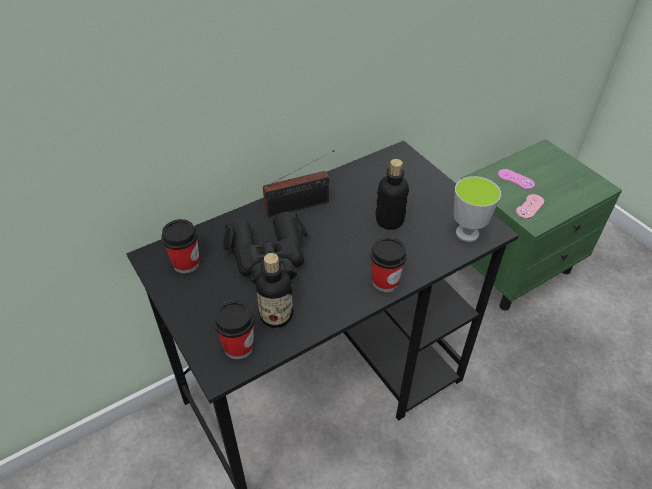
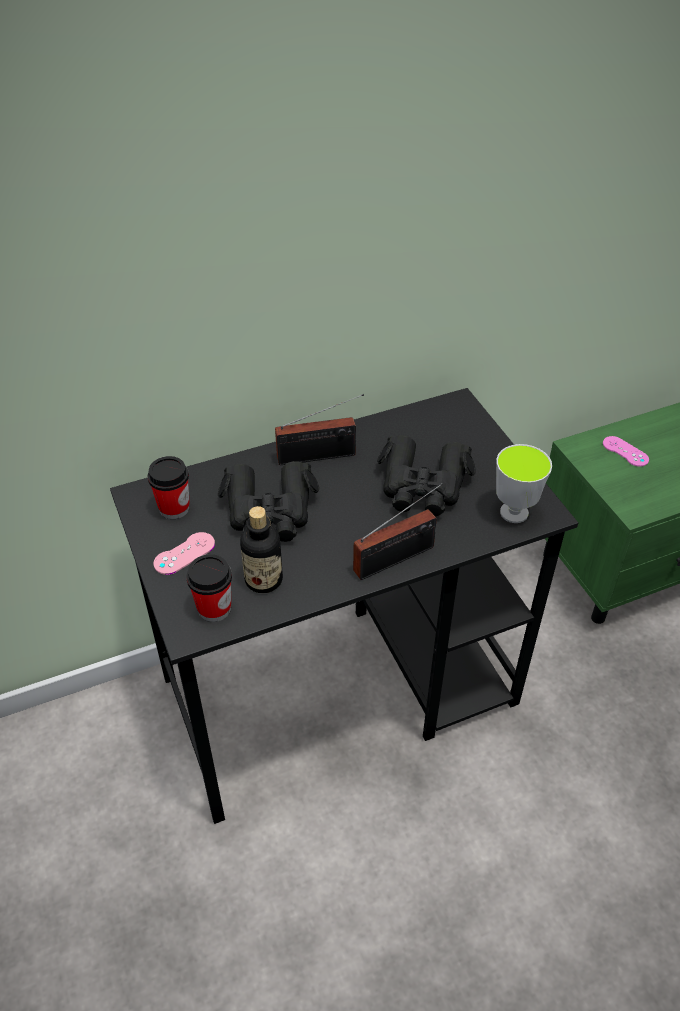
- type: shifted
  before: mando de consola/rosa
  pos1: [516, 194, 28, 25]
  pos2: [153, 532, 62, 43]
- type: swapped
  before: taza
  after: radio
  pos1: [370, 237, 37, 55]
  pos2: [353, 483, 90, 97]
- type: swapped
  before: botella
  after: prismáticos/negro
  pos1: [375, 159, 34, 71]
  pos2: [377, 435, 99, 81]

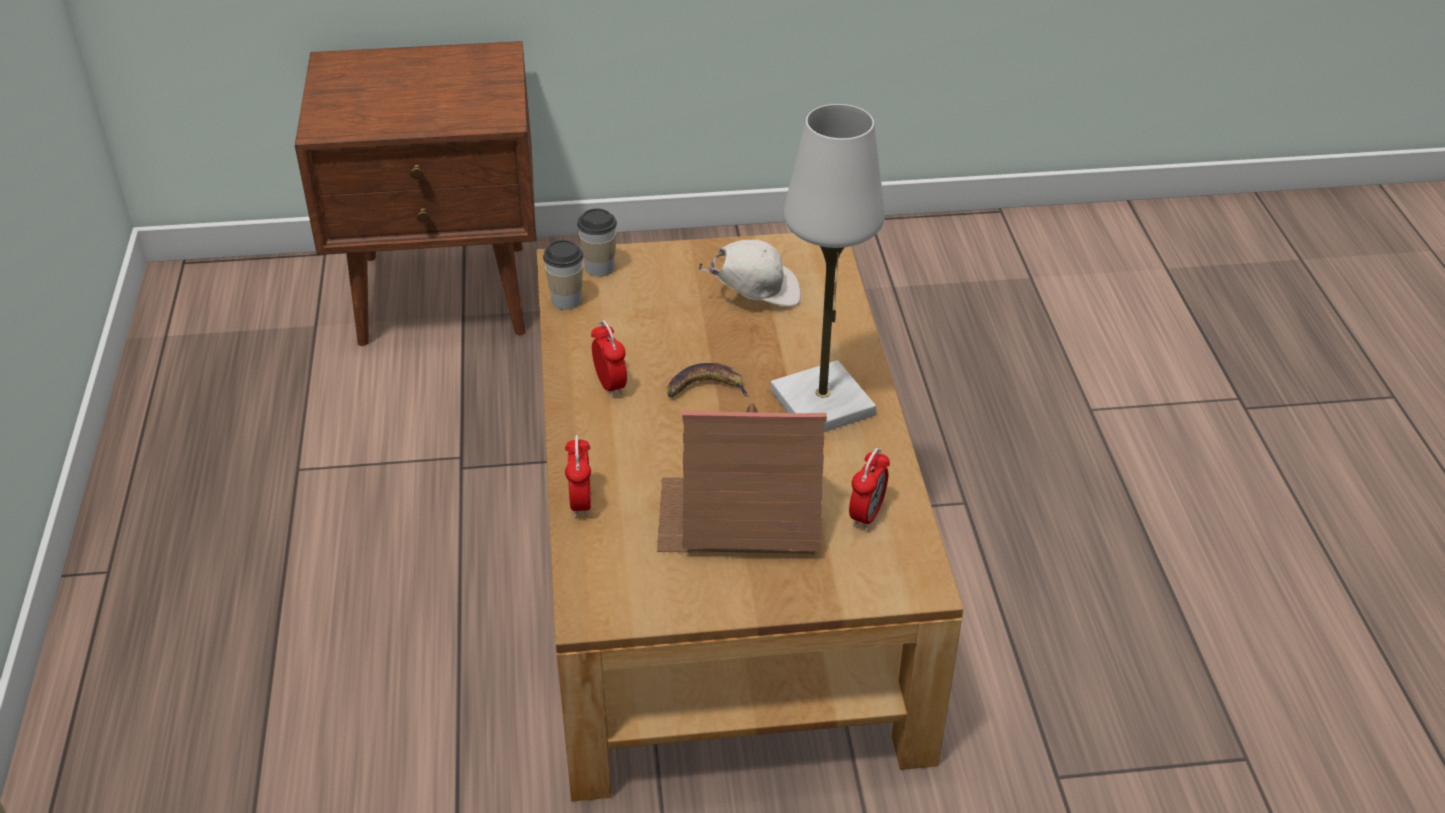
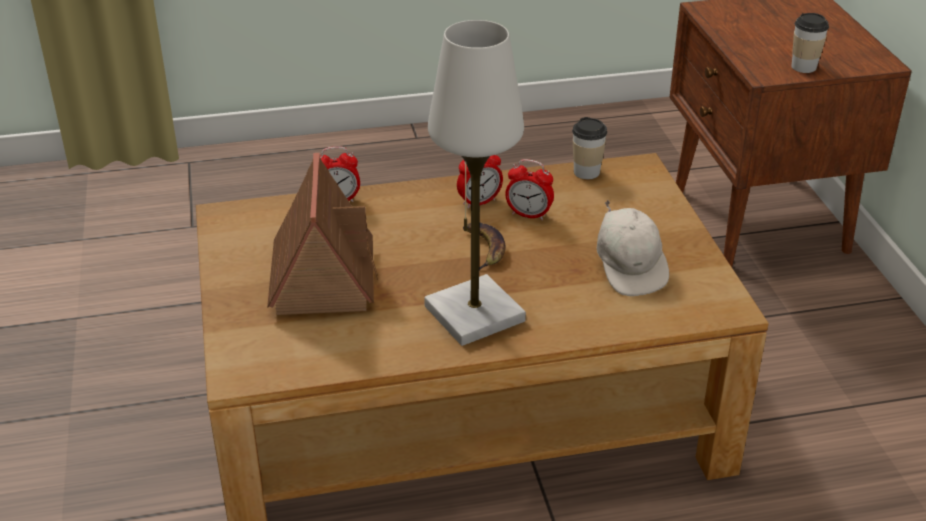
- type: shifted
  before: despertador
  pos1: [849, 448, 41, 82]
  pos2: [505, 159, 49, 61]
- type: shifted
  before: taza
  pos1: [577, 208, 40, 69]
  pos2: [792, 13, 37, 60]

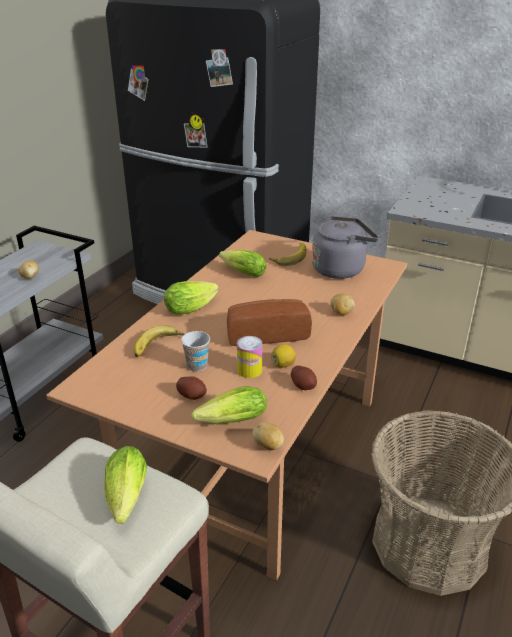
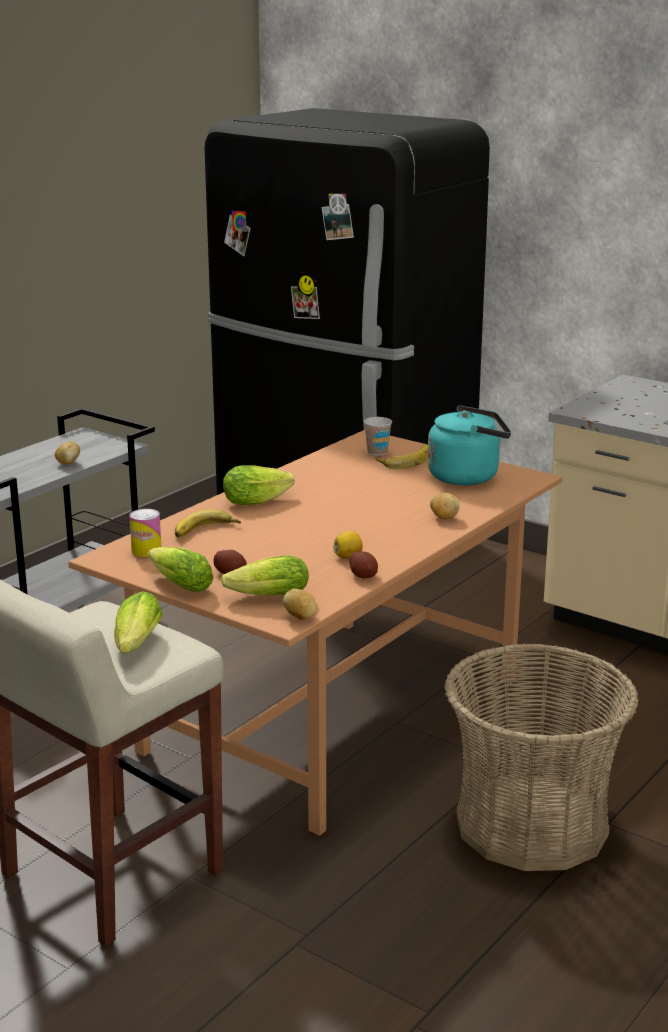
- type: shifted
  before: lata
  pos1: [237, 336, 25, 42]
  pos2: [129, 509, 32, 48]
- type: shifted
  before: lechuga
  pos1: [219, 250, 47, 27]
  pos2: [148, 547, 66, 45]
- type: shifted
  before: taza
  pos1: [181, 331, 29, 41]
  pos2: [364, 417, 28, 39]
- type: repainted
  before: hervidor/gris
  after: hervidor/turquesa
  pos1: [312, 216, 67, 63]
  pos2: [428, 405, 83, 81]
- type: gone
  before: pan
  pos1: [227, 299, 85, 47]

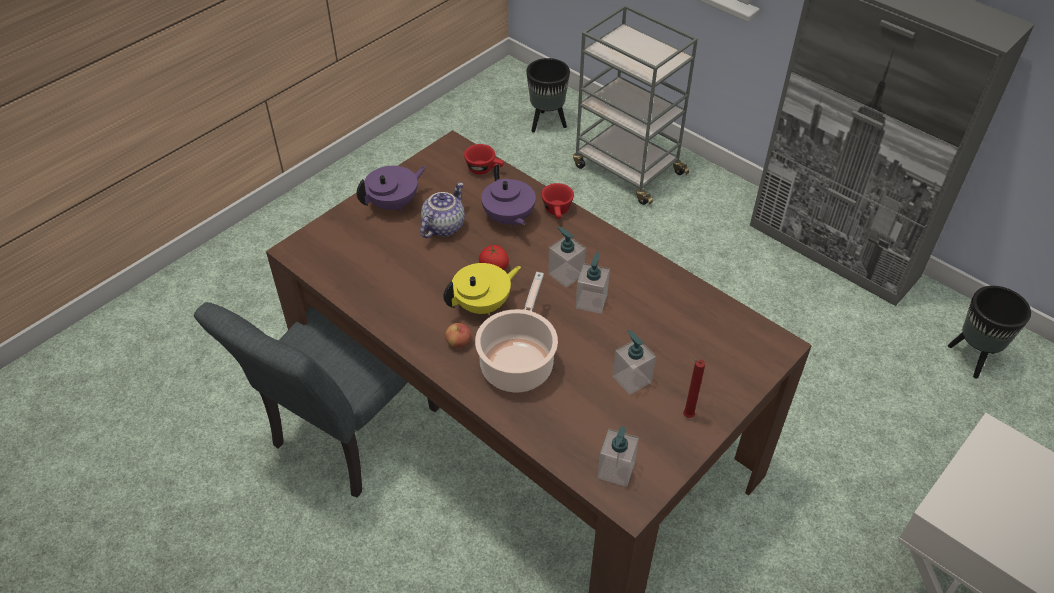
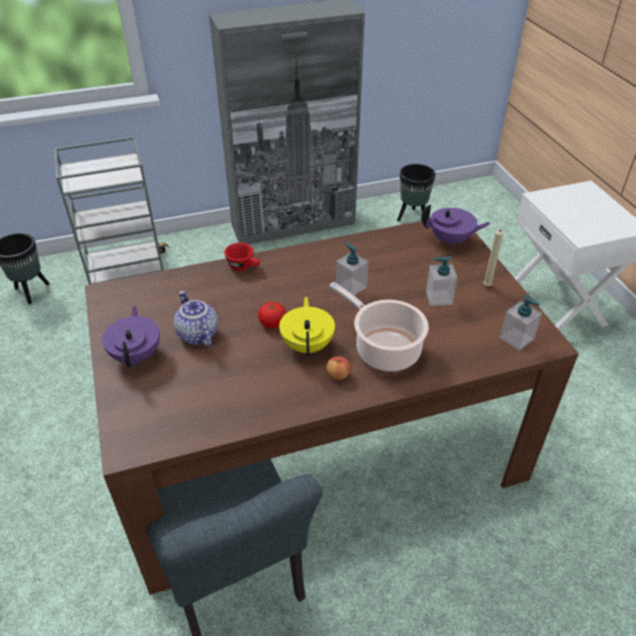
- type: shifted
  before: tetera/morado
  pos1: [481, 164, 55, 63]
  pos2: [421, 204, 70, 43]
- type: repainted
  before: vela/rojo
  after: vela/beis
  pos1: [683, 358, 22, 60]
  pos2: [483, 230, 20, 56]
- type: gone
  before: taza/rojo
  pos1: [464, 144, 40, 31]
- type: gone
  before: dispensador de jabón
  pos1: [548, 227, 38, 60]

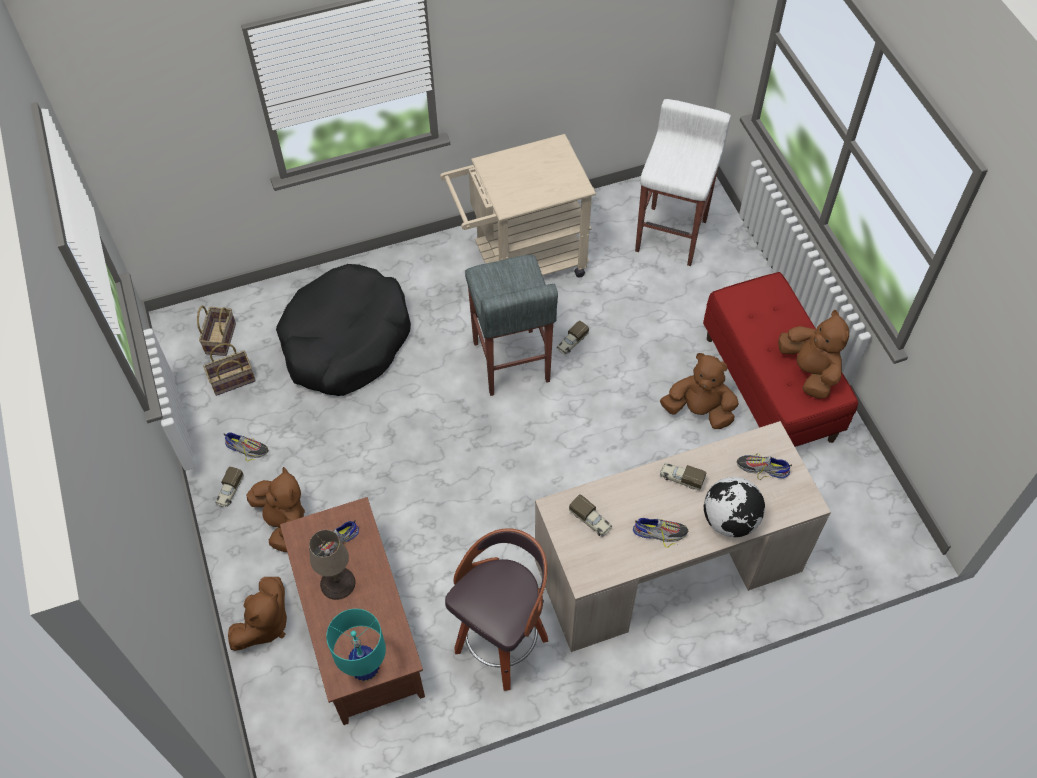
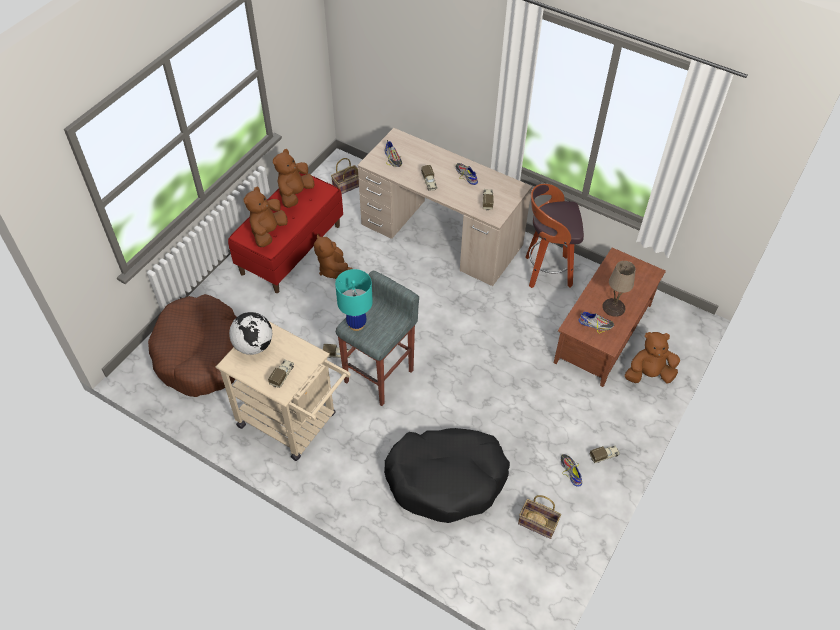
- type: swapped
  before: taburete/blanco
  after: cama para perro/marrón
  pos1: [635, 99, 96, 167]
  pos2: [148, 294, 89, 103]
- type: shifted
  before: globo terráqueo
  pos1: [704, 477, 61, 60]
  pos2: [229, 312, 43, 43]
- type: shifted
  before: peluche/marrón
  pos1: [246, 467, 59, 85]
  pos2: [244, 187, 44, 60]
- type: new
  after: camión de juguete
  pos2: [268, 359, 26, 29]
- type: shifted
  before: cesta
  pos1: [197, 306, 39, 50]
  pos2: [331, 158, 28, 36]
- type: shifted
  before: lámpara de mesa/turquesa
  pos1: [326, 609, 60, 72]
  pos2: [335, 269, 38, 62]

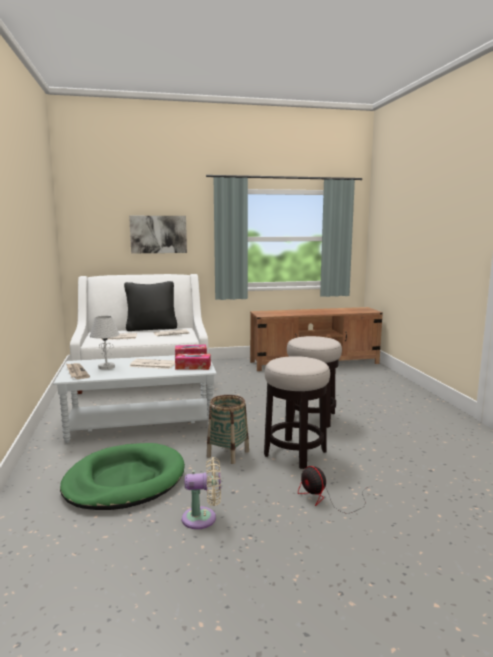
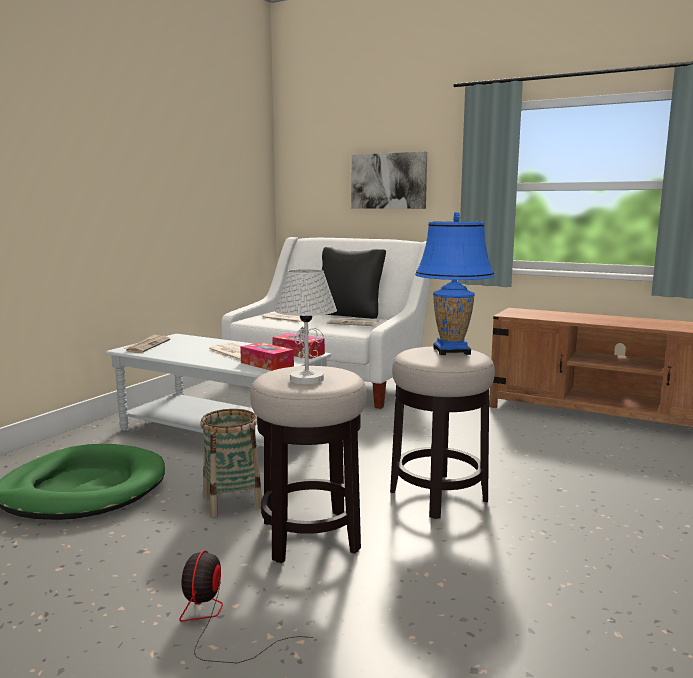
- type: shifted
  before: lámpara de mesa/blanco
  pos1: [90, 316, 30, 54]
  pos2: [275, 269, 62, 115]
- type: new
  after: lámpara de mesa/azul
  pos2: [415, 212, 80, 143]
- type: gone
  before: ventilador/beis
  pos1: [182, 457, 39, 72]

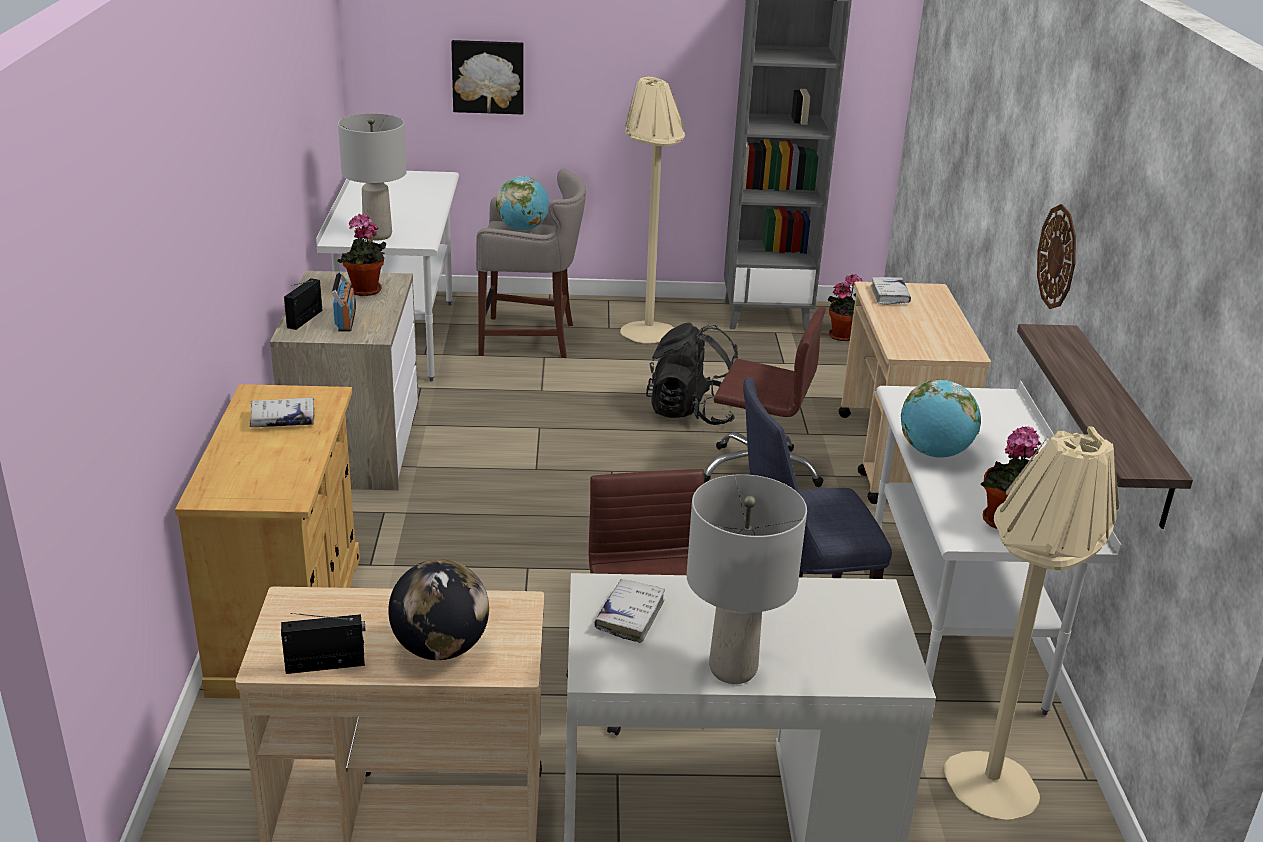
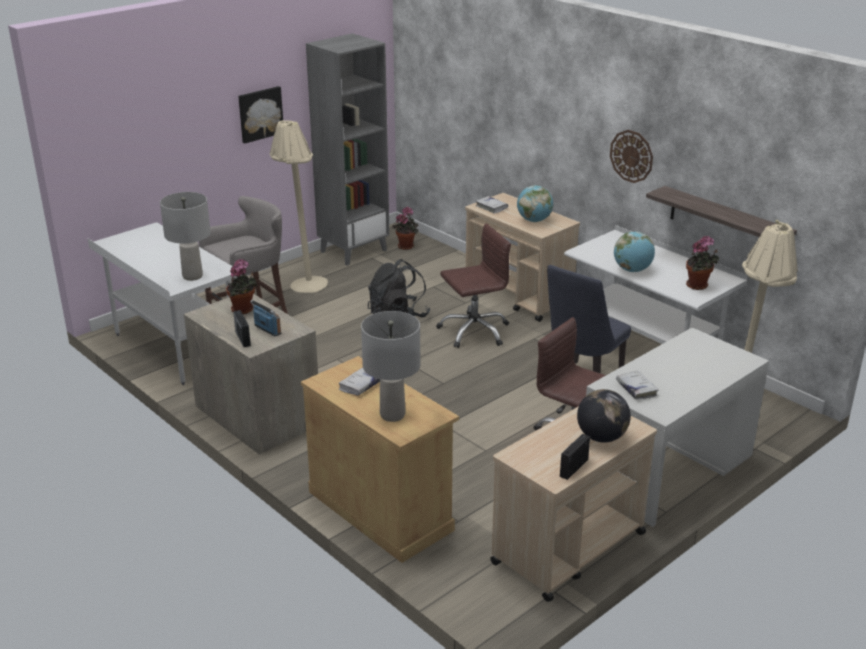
- type: shifted
  before: cuadro
  pos1: [451, 40, 73, 75]
  pos2: [238, 86, 45, 57]
- type: shifted
  before: lámpara de mesa/gris
  pos1: [687, 474, 120, 210]
  pos2: [361, 311, 59, 111]
- type: shifted
  before: globo terráqueo
  pos1: [496, 176, 53, 55]
  pos2: [517, 185, 36, 37]

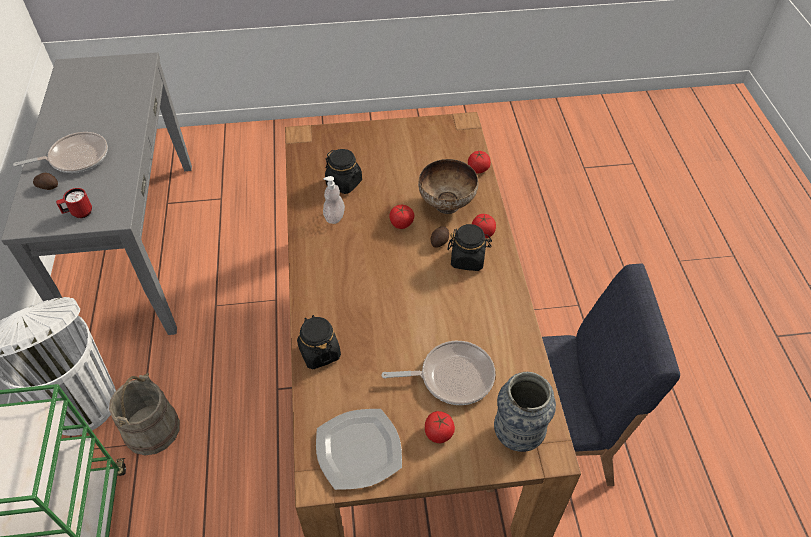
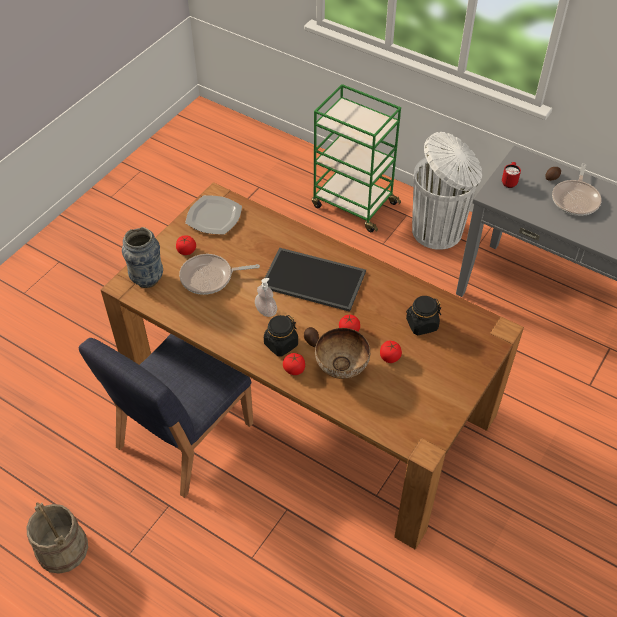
- type: shifted
  before: cubo/beis
  pos1: [109, 373, 71, 82]
  pos2: [26, 502, 62, 72]
- type: rotated
  before: sartén
  pos1: [382, 341, 113, 64]
  pos2: [179, 254, 81, 41]
  turn: 45
- type: shifted
  before: dispensador de jabón
  pos1: [323, 176, 22, 48]
  pos2: [255, 278, 22, 39]
- type: new
  after: bandeja
  pos2: [261, 248, 105, 64]
- type: shifted
  before: tomate
  pos1: [468, 151, 23, 22]
  pos2: [380, 341, 22, 22]
- type: gone
  before: tarro/negro
  pos1: [297, 315, 44, 54]

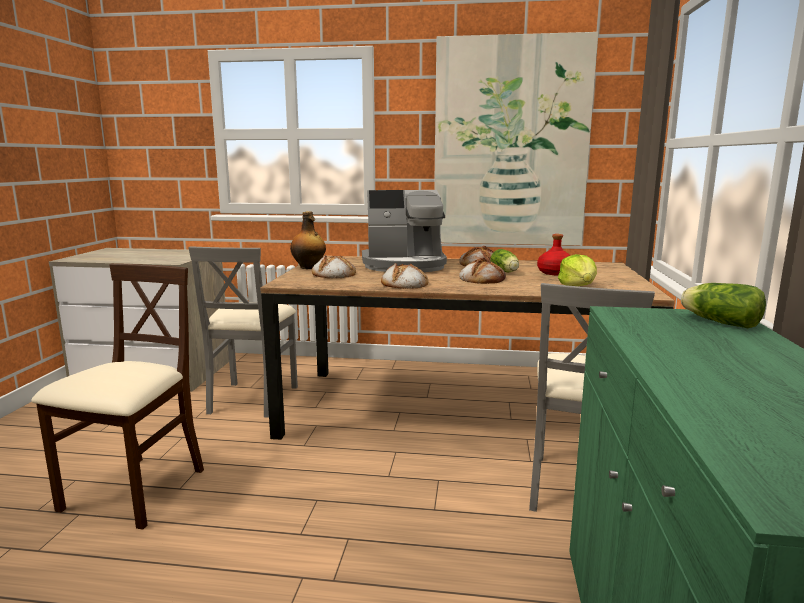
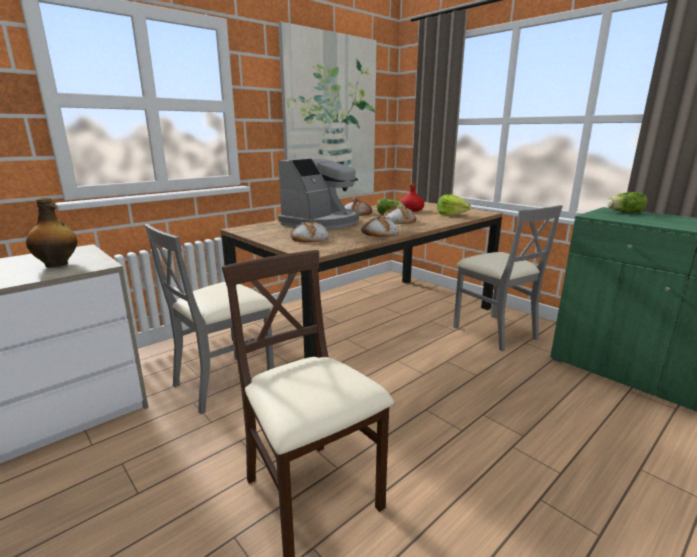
- type: shifted
  before: botella
  pos1: [290, 211, 36, 58]
  pos2: [26, 198, 51, 69]
- type: rotated
  before: silla/gris
  pos1: [188, 246, 110, 172]
  pos2: [145, 224, 129, 190]
  turn: 90

